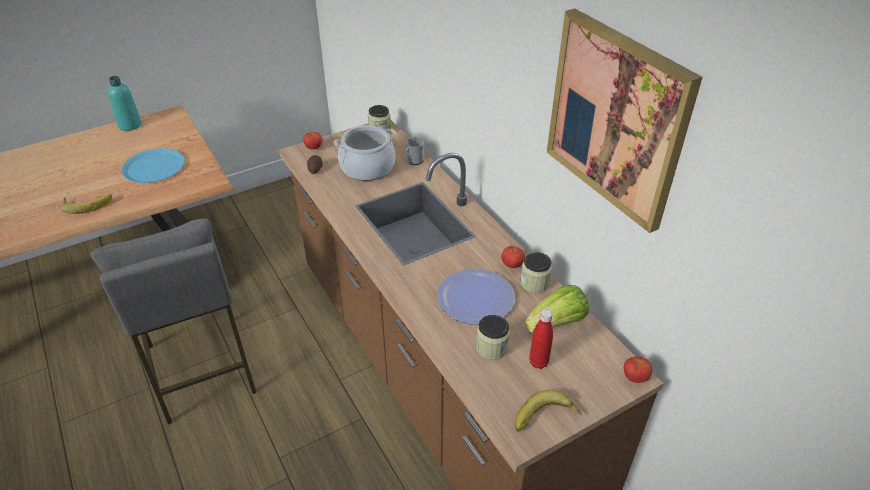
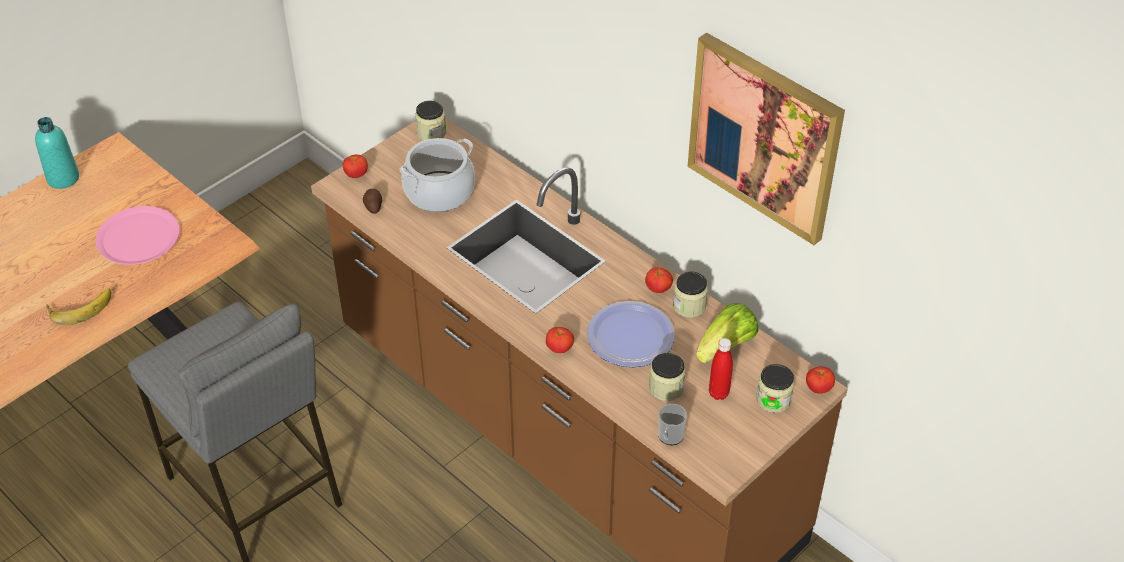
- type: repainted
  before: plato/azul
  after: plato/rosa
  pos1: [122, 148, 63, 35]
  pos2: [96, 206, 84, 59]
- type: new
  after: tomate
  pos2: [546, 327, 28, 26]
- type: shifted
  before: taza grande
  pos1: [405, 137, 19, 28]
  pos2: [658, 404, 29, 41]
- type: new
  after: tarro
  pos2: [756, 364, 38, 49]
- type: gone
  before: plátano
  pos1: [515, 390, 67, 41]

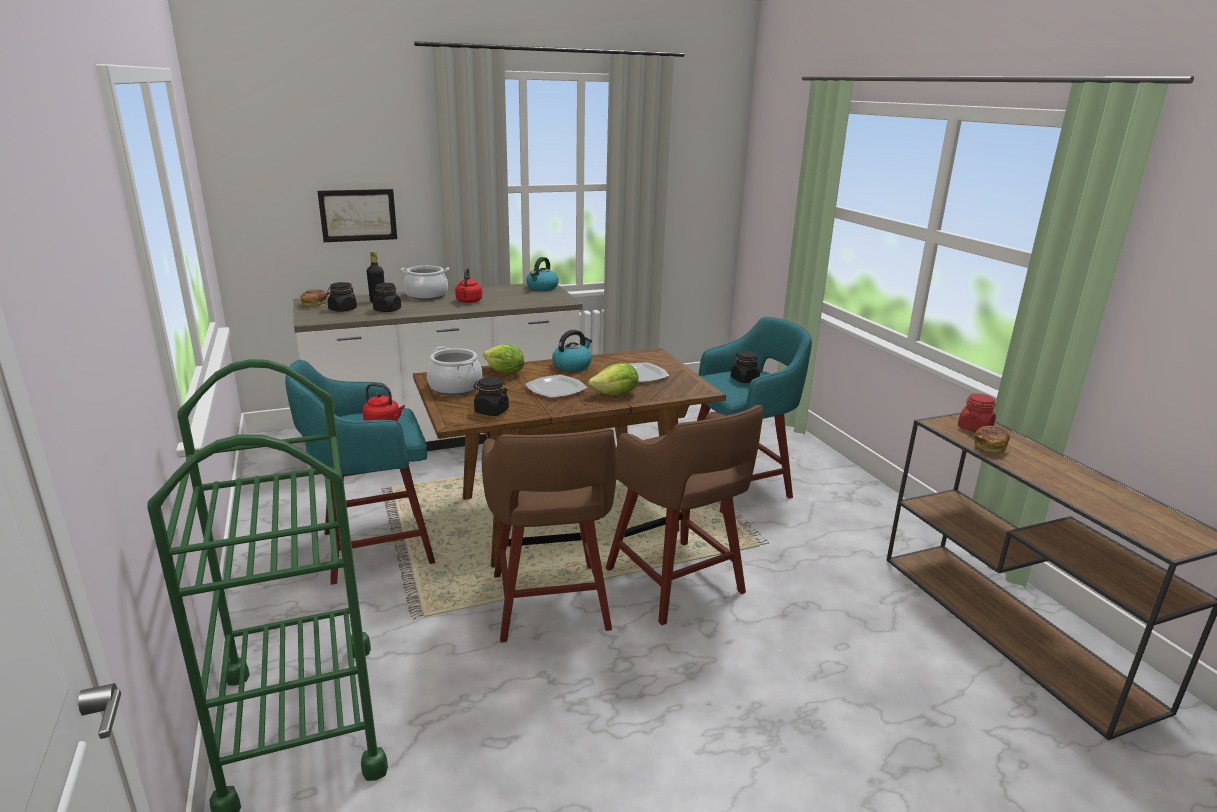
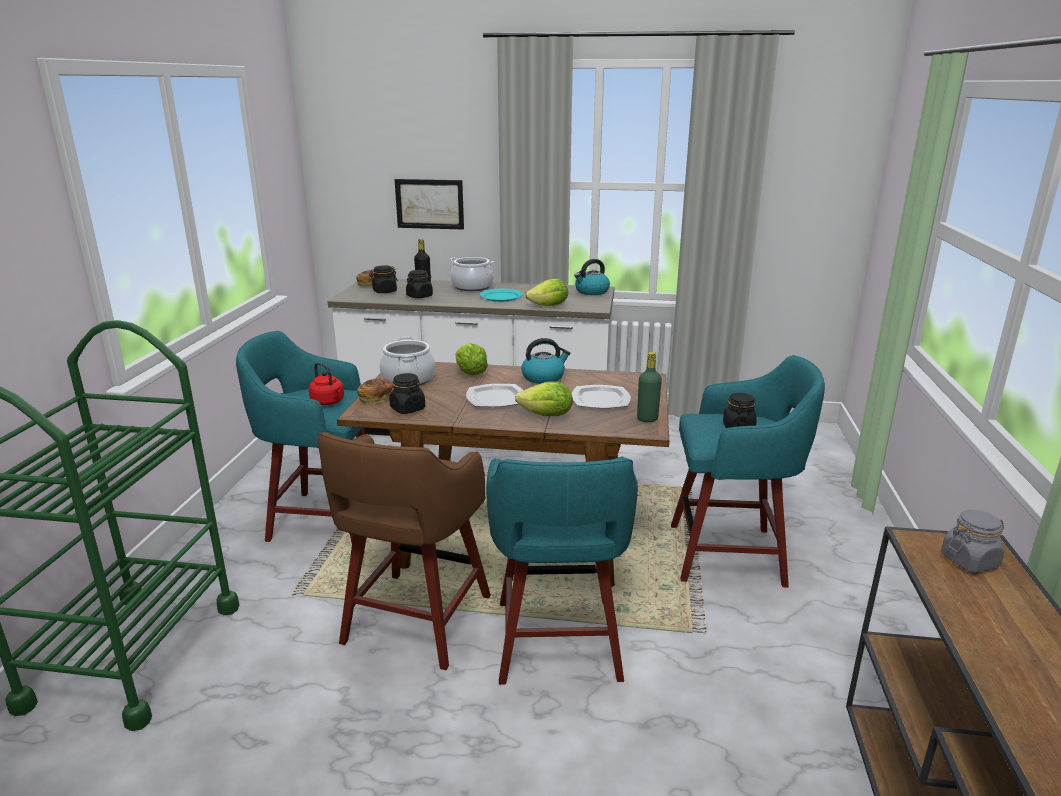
- type: shifted
  before: pan
  pos1: [975, 426, 35, 28]
  pos2: [357, 378, 36, 25]
- type: swapped
  before: hervidor/rojo
  after: plato/turquesa
  pos1: [455, 268, 27, 35]
  pos2: [480, 289, 43, 13]
- type: repainted
  before: taburete/marrón
  after: taburete/turquesa
  pos1: [606, 405, 157, 220]
  pos2: [486, 456, 152, 229]
- type: new
  after: lechuga
  pos2: [525, 278, 43, 28]
- type: new
  after: botella/verde
  pos2: [637, 352, 25, 70]
- type: repainted
  before: tarro/rojo
  after: tarro/gris
  pos1: [958, 394, 38, 38]
  pos2: [941, 509, 63, 64]

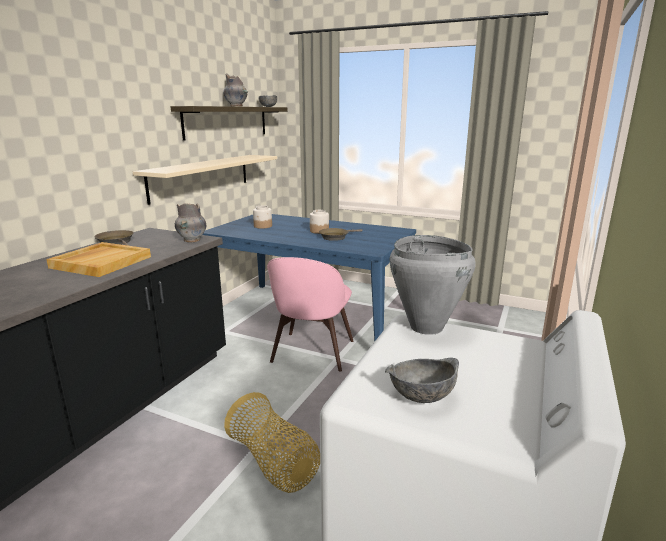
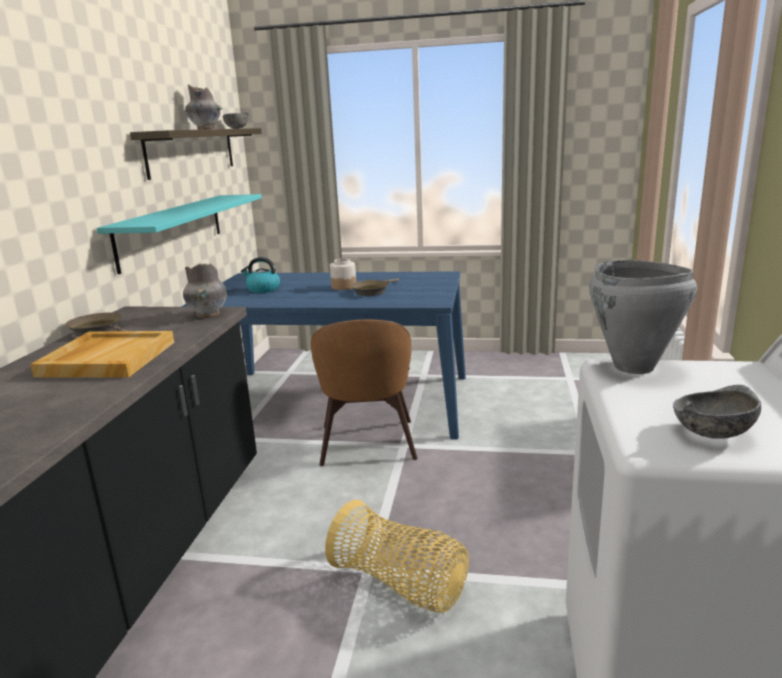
- type: repainted
  before: estante/beis
  after: estante/turquesa
  pos1: [133, 155, 144, 50]
  pos2: [97, 194, 165, 80]
- type: swapped
  before: tarro
  after: hervidor
  pos1: [253, 206, 19, 23]
  pos2: [241, 257, 39, 36]
- type: repainted
  before: silla/rosa
  after: silla/marrón
  pos1: [267, 257, 87, 114]
  pos2: [311, 320, 106, 146]

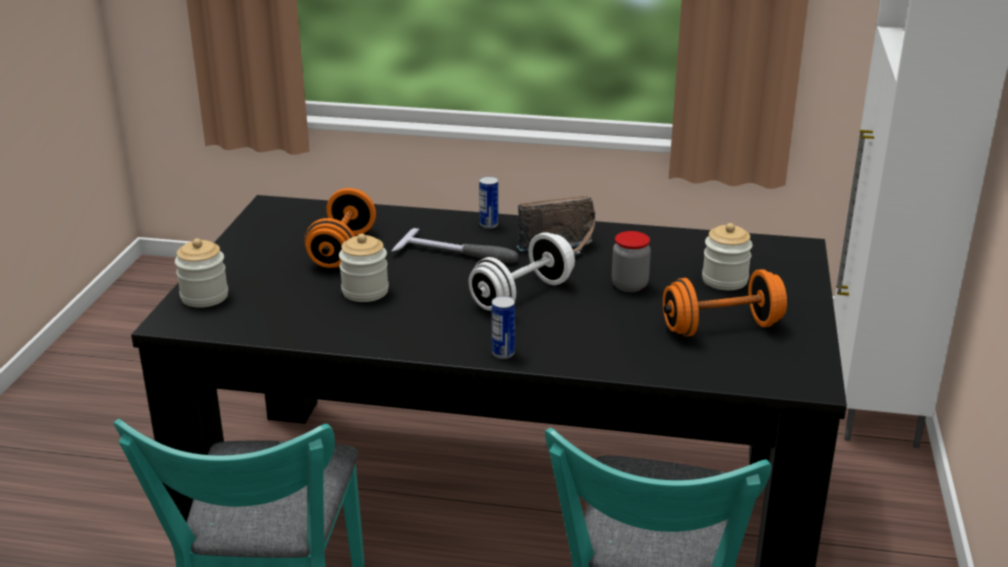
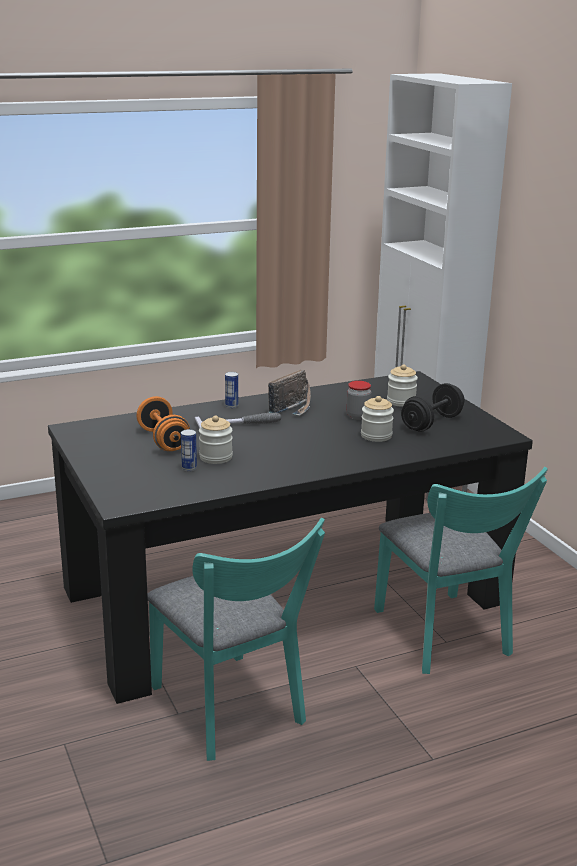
- type: shifted
  before: lata
  pos1: [492, 296, 23, 63]
  pos2: [181, 429, 16, 42]
- type: shifted
  before: tarro
  pos1: [175, 238, 53, 70]
  pos2: [361, 396, 33, 46]
- type: repainted
  before: mancuerna/naranja
  after: mancuerna/negro
  pos1: [663, 269, 124, 67]
  pos2: [401, 383, 63, 49]
- type: gone
  before: mancuerna/blanco
  pos1: [469, 232, 106, 79]

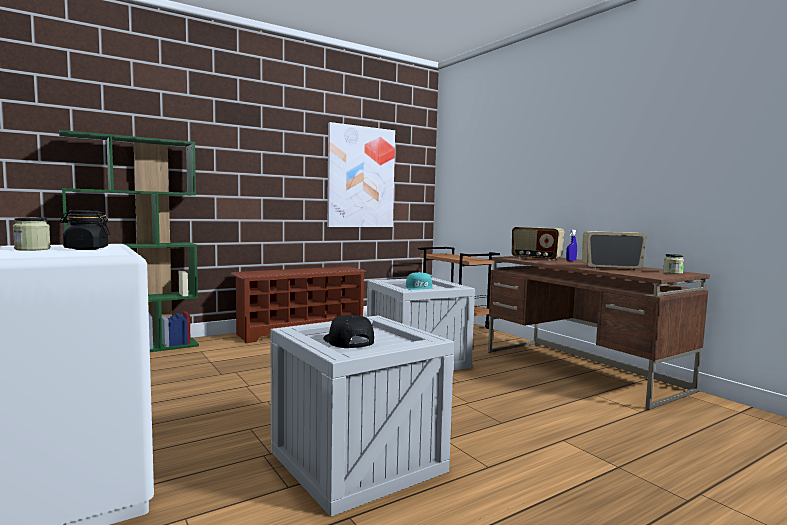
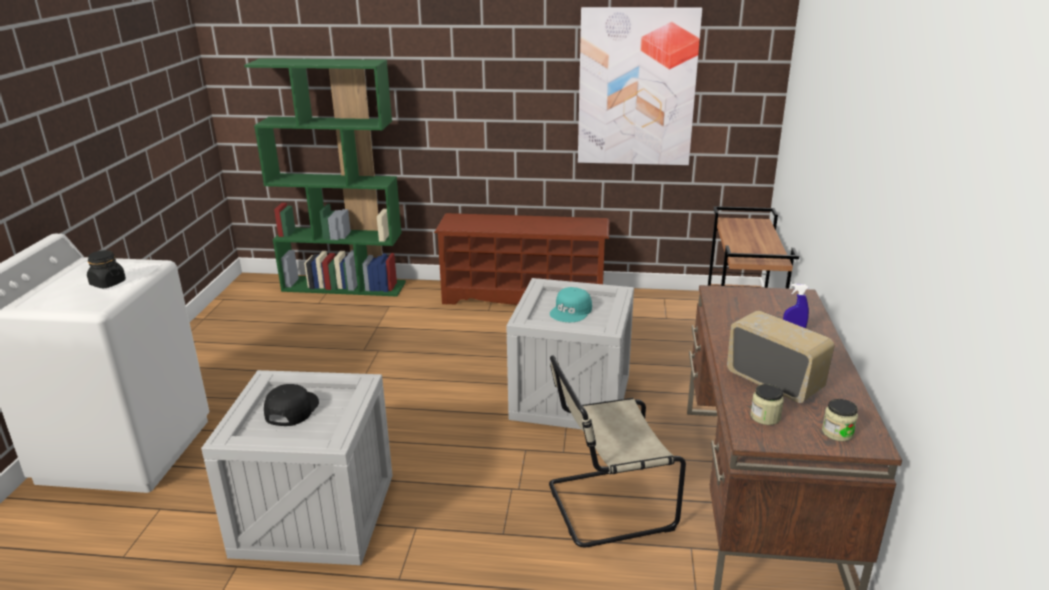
- type: new
  after: silla/beis
  pos2: [549, 355, 137, 193]
- type: shifted
  before: tarro
  pos1: [13, 217, 38, 34]
  pos2: [751, 384, 33, 41]
- type: gone
  before: radio
  pos1: [512, 227, 52, 34]

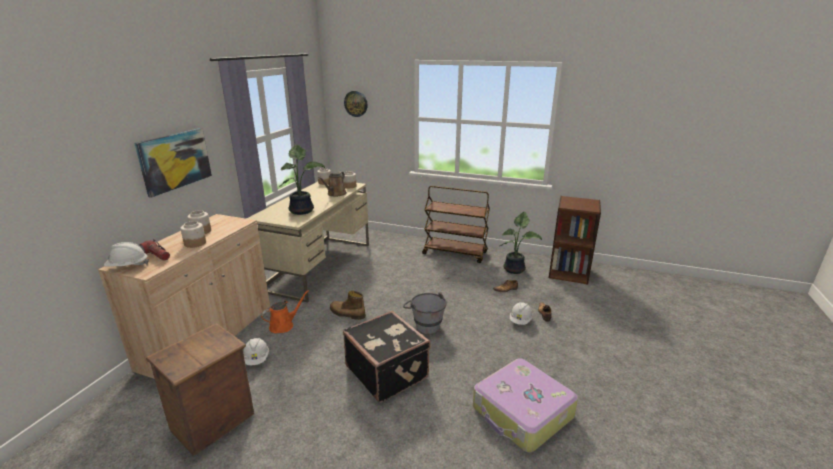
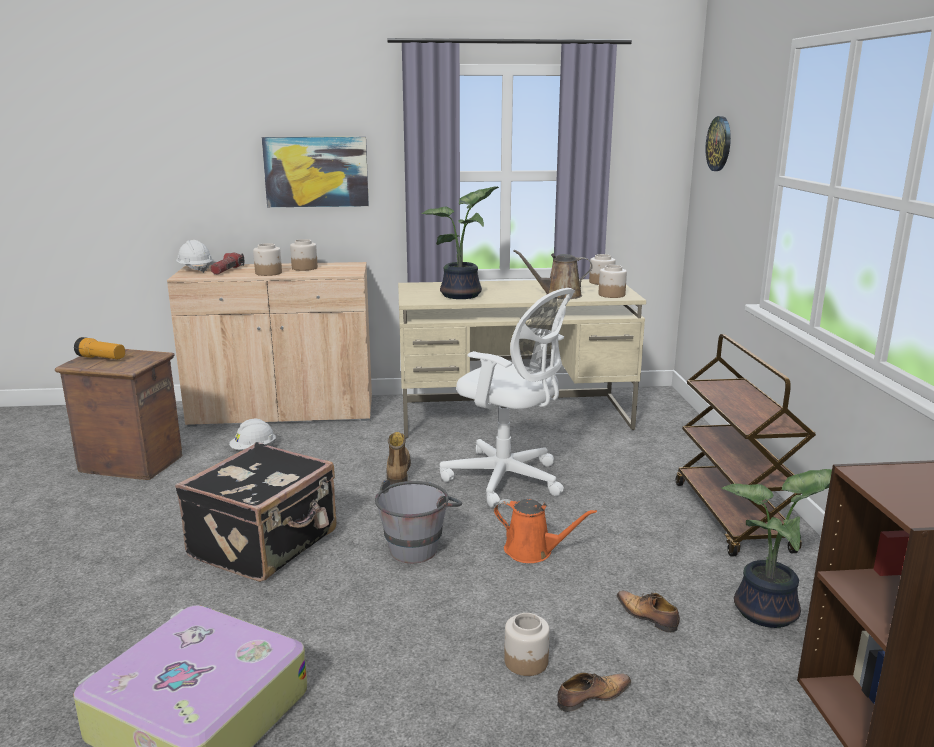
- type: new
  after: linterna
  pos2: [74, 337, 51, 22]
- type: new
  after: silla de oficina/blanco
  pos2: [440, 288, 135, 220]
- type: shifted
  before: regadera/naranja
  pos1: [261, 290, 48, 43]
  pos2: [494, 499, 103, 64]
- type: swapped
  before: casco/blanco
  after: tarro
  pos1: [510, 302, 23, 23]
  pos2: [504, 613, 46, 63]

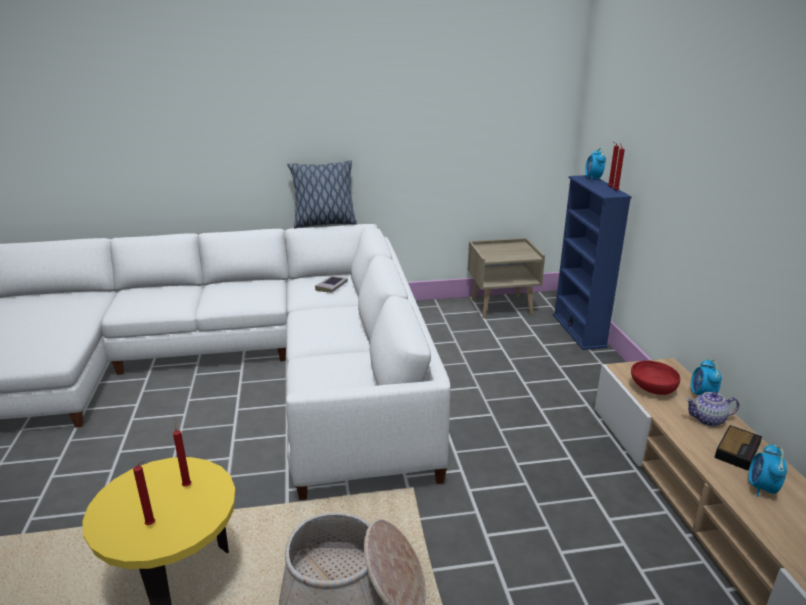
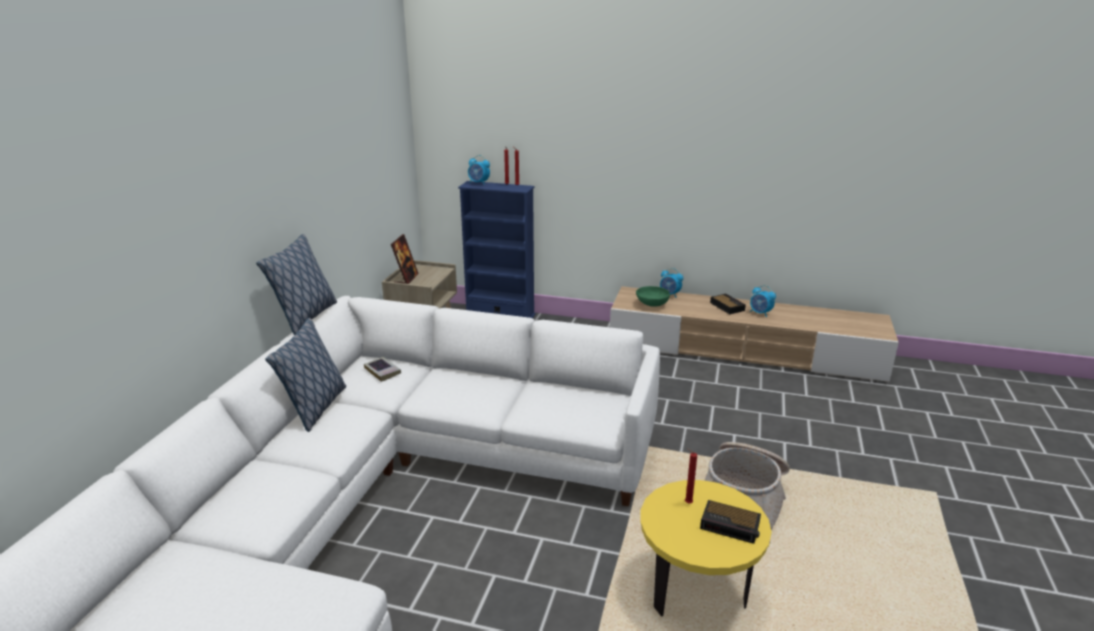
- type: new
  after: cojín
  pos2: [265, 318, 81, 114]
- type: new
  after: portarretratos
  pos2: [391, 234, 28, 50]
- type: repainted
  before: cuenco/rojo
  after: cuenco/verde
  pos1: [631, 360, 49, 35]
  pos2: [636, 286, 34, 21]
- type: swapped
  before: vela/rojo
  after: despertador
  pos1: [133, 461, 22, 64]
  pos2: [700, 500, 61, 44]
- type: gone
  before: tetera
  pos1: [685, 392, 54, 34]

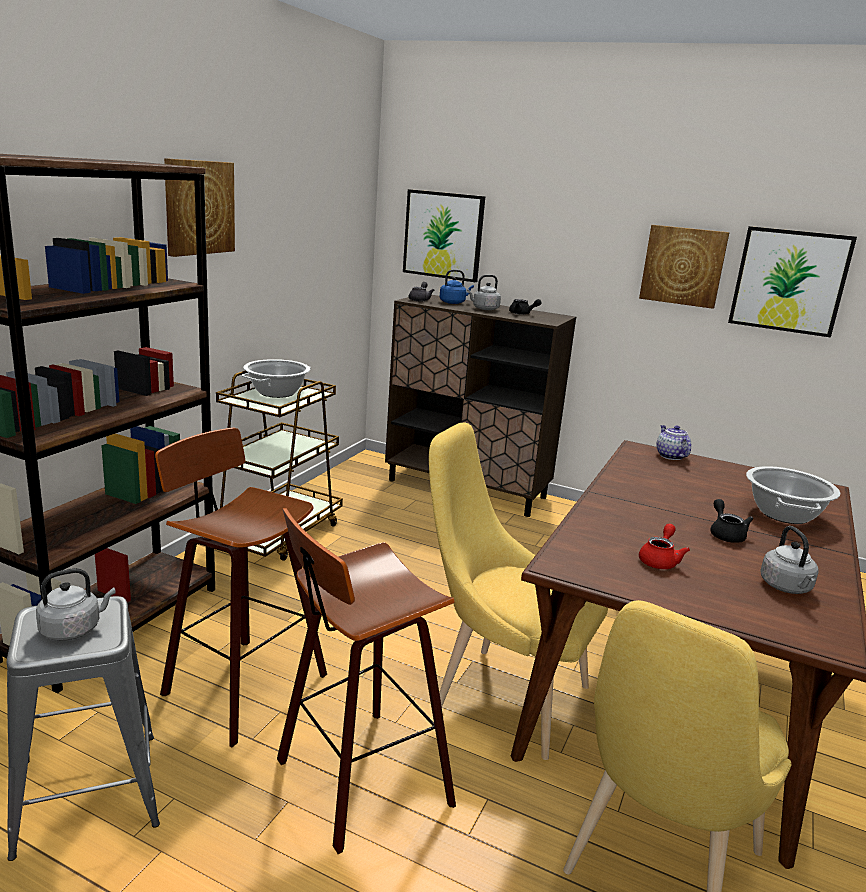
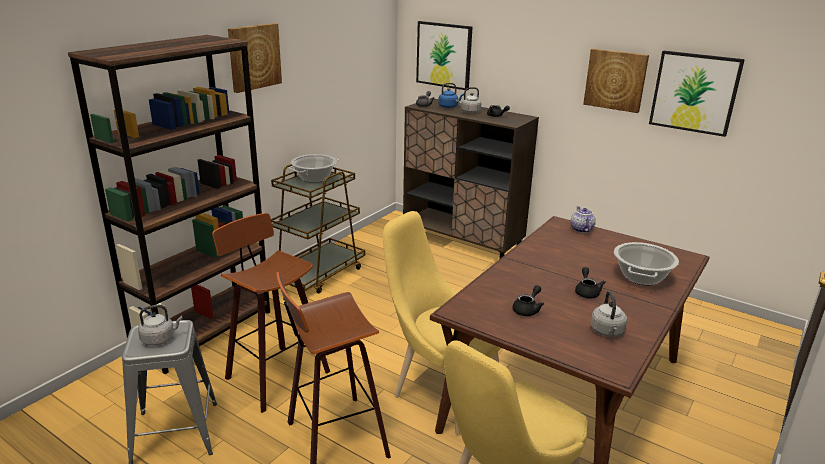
- type: repainted
  before: tetera/rojo
  after: tetera/negro
  pos1: [639, 524, 51, 45]
  pos2: [512, 285, 32, 31]

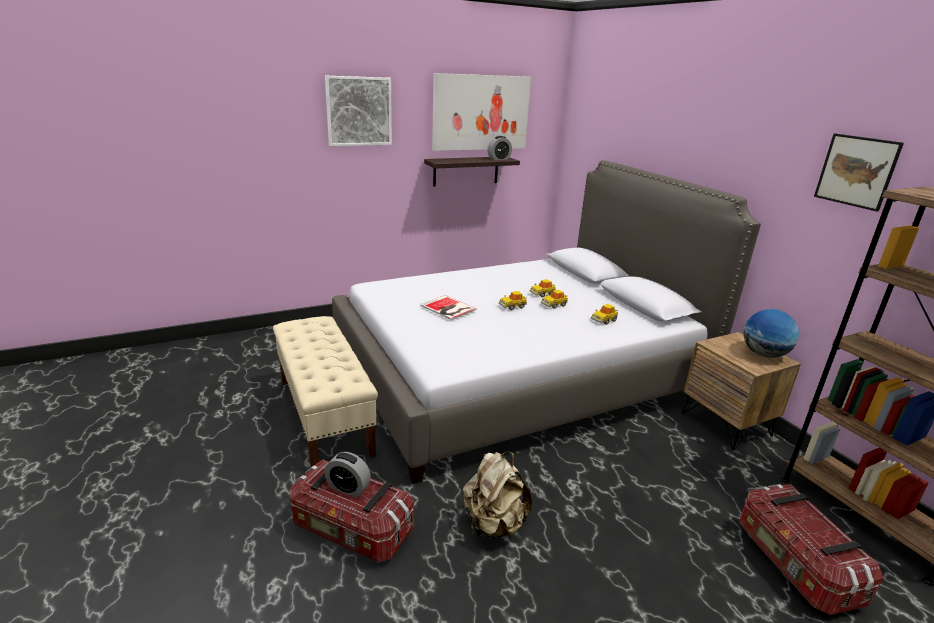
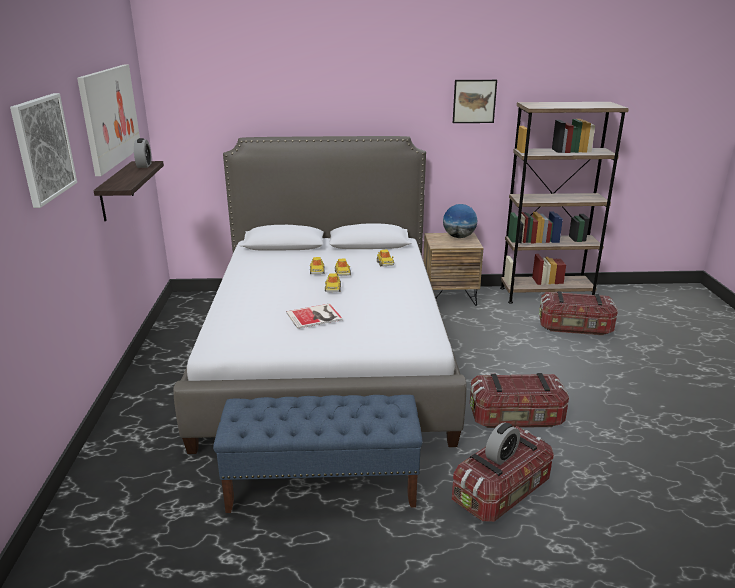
- type: repainted
  before: banco/beis
  after: banco/azul
  pos1: [273, 316, 105, 151]
  pos2: [213, 395, 210, 118]
- type: swapped
  before: mochila/beis
  after: caja de almacenaje
  pos1: [463, 452, 69, 87]
  pos2: [470, 373, 99, 55]

